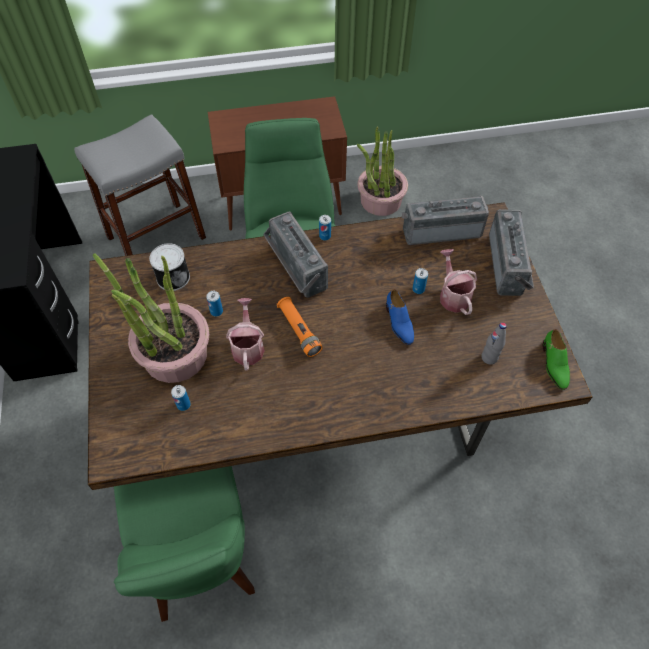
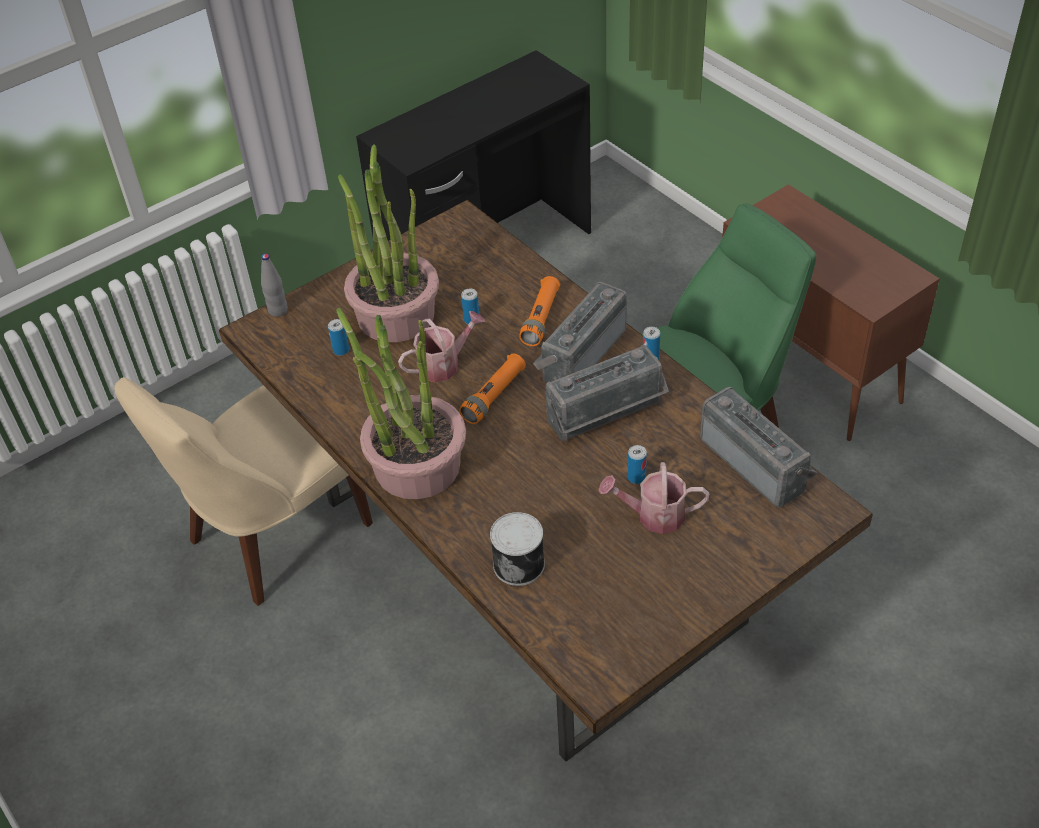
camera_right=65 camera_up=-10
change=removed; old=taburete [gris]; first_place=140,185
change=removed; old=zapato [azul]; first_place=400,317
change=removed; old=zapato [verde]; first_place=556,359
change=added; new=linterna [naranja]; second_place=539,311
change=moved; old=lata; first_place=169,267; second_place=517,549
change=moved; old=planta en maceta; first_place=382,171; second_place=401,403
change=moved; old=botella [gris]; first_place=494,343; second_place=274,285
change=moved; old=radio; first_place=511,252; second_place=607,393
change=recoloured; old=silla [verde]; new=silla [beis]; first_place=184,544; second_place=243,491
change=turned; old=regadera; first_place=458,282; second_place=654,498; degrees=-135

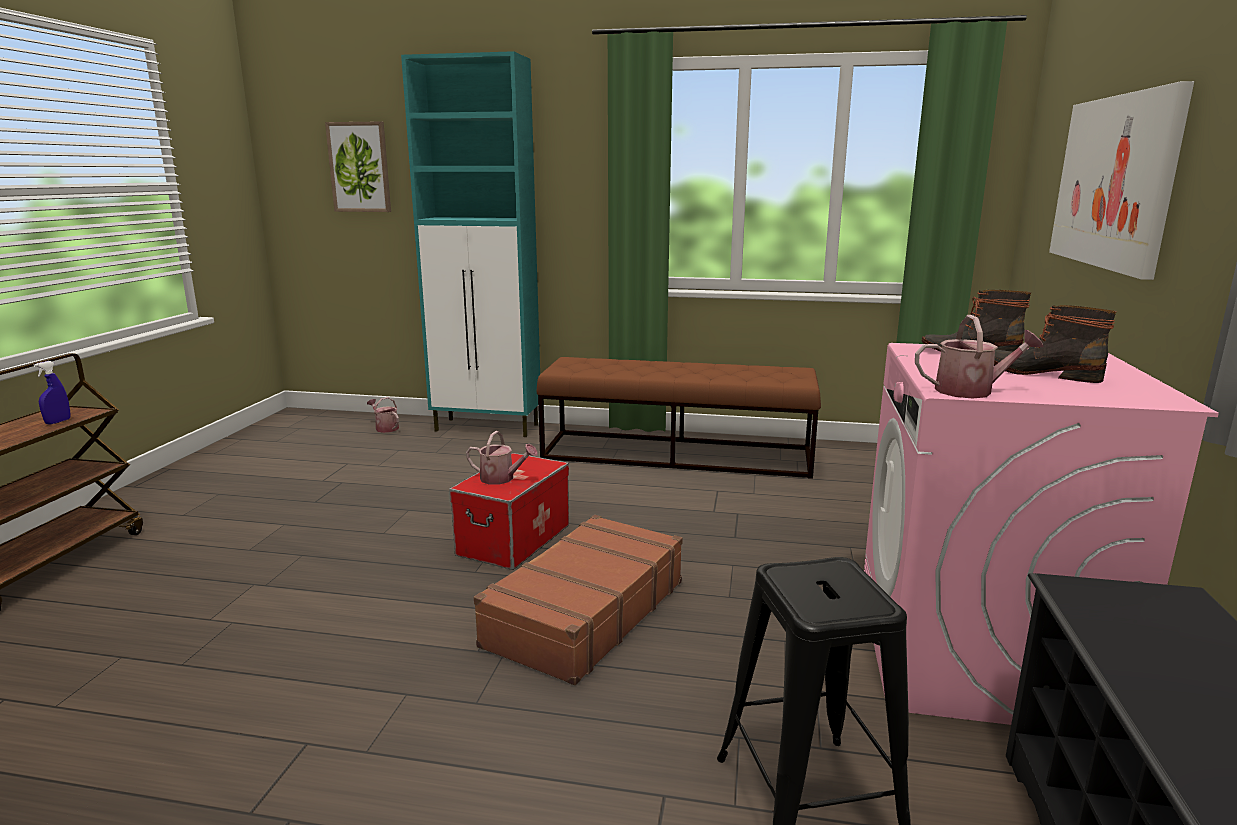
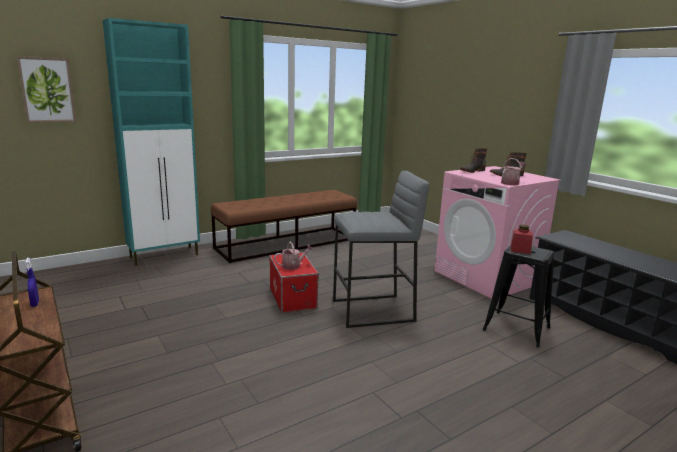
camera_right=-45 camera_up=0
change=removed; old=regadera; first_place=383,415
change=removed; old=cuadro; first_place=1121,180
change=added; new=tarro [rojo]; second_place=522,239
change=replaced; old=maleta [marrón]; new=taburete [gris]; first_place=578,600; second_place=381,249

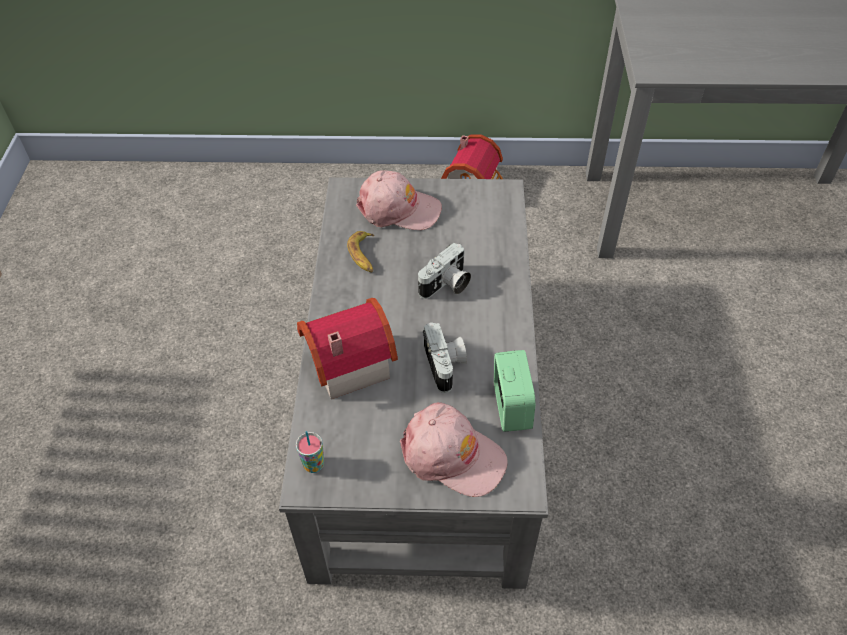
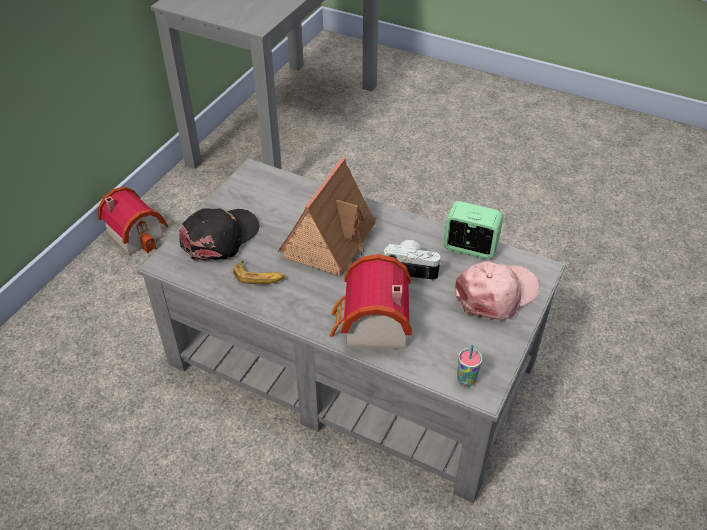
camera_right=-65 camera_up=-5
change=replaced; old=cámara; new=casita; first_place=444,271; second_place=327,216
change=recoloured; old=gorra [rosa]; new=gorra [negro]; first_place=399,200; second_place=219,234

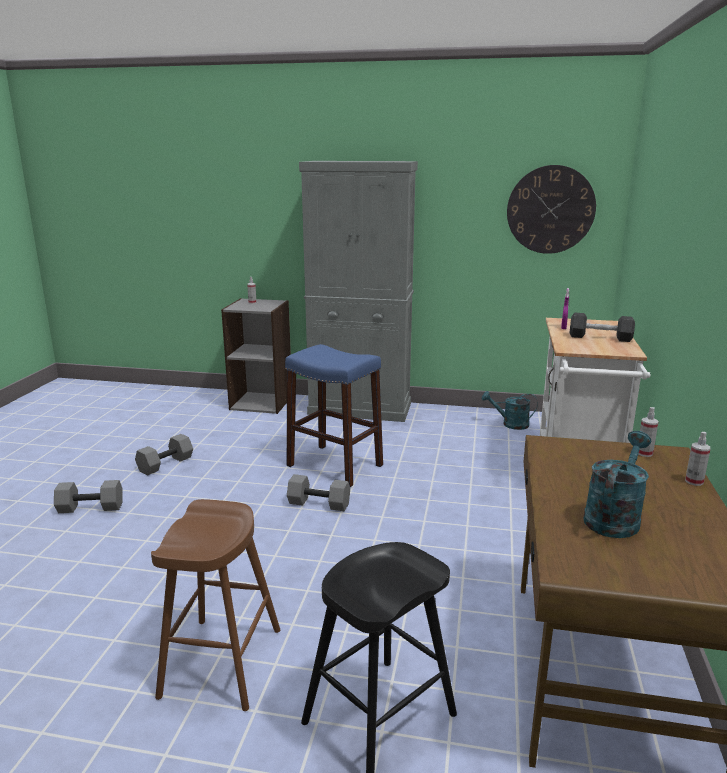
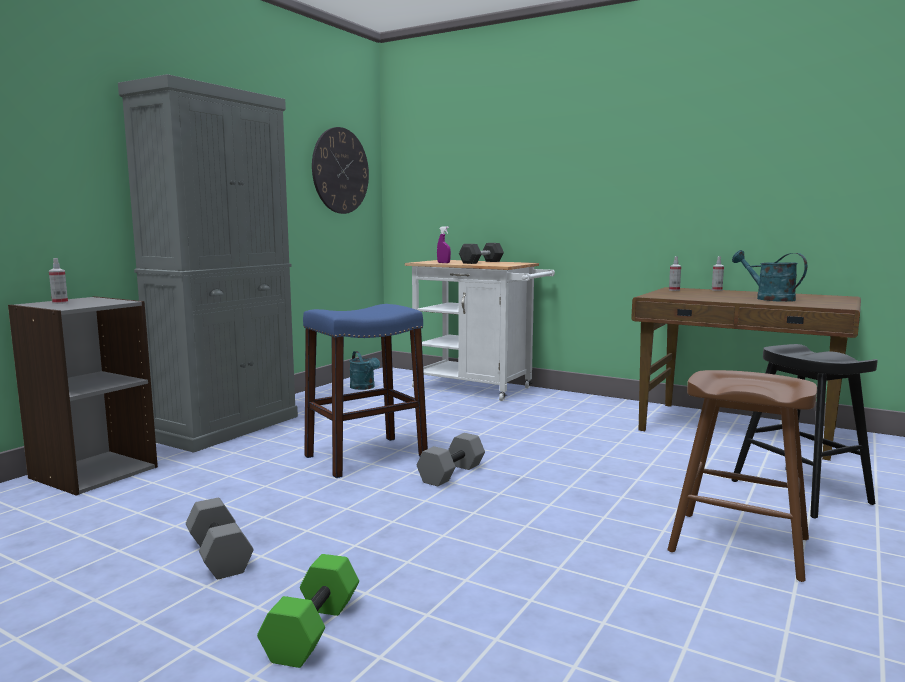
camera_right=-70 camera_up=-10
change=recoloured; old=mancuerna [gris]; new=mancuerna [verde]; first_place=88,496; second_place=308,611
change=turned; old=regadera [turquesa]; first_place=510,410; second_place=364,370; degrees=-60

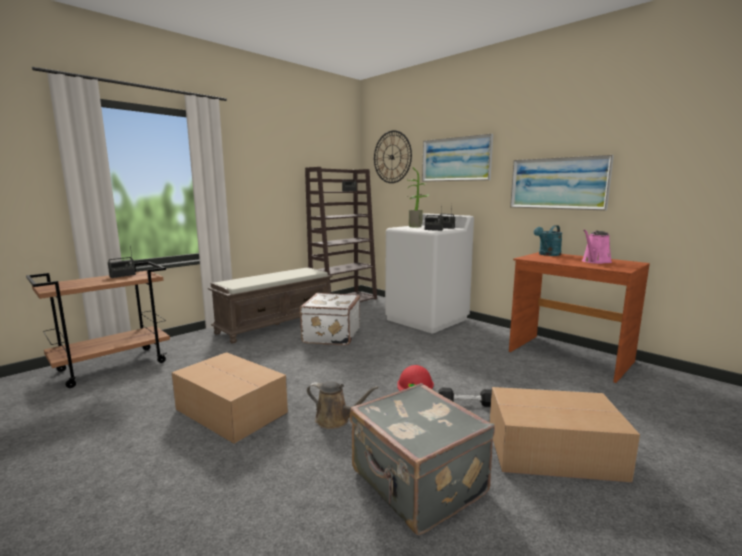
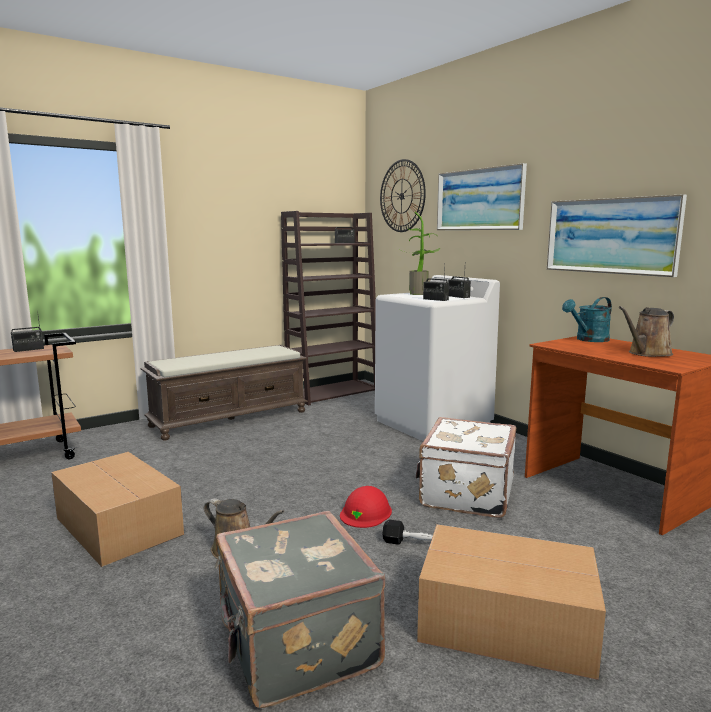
camera_right=10 camera_up=0
change=moved; old=maleta [blanco]; first_place=330,319; second_place=466,467
change=recoloured; old=regadera [rosa]; new=regadera [marrón]; first_place=597,247; second_place=646,331

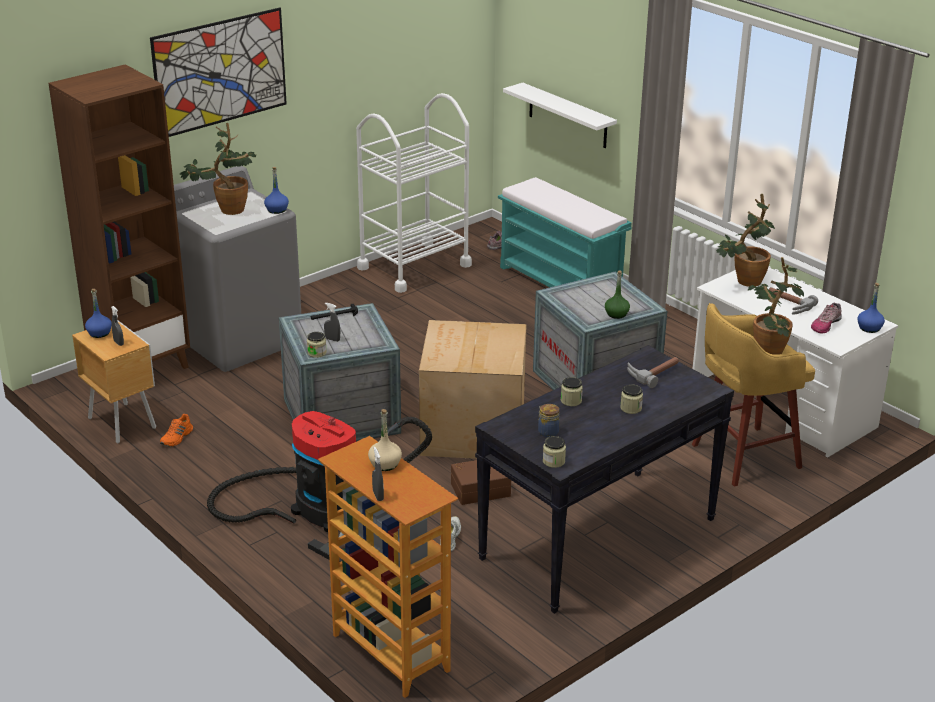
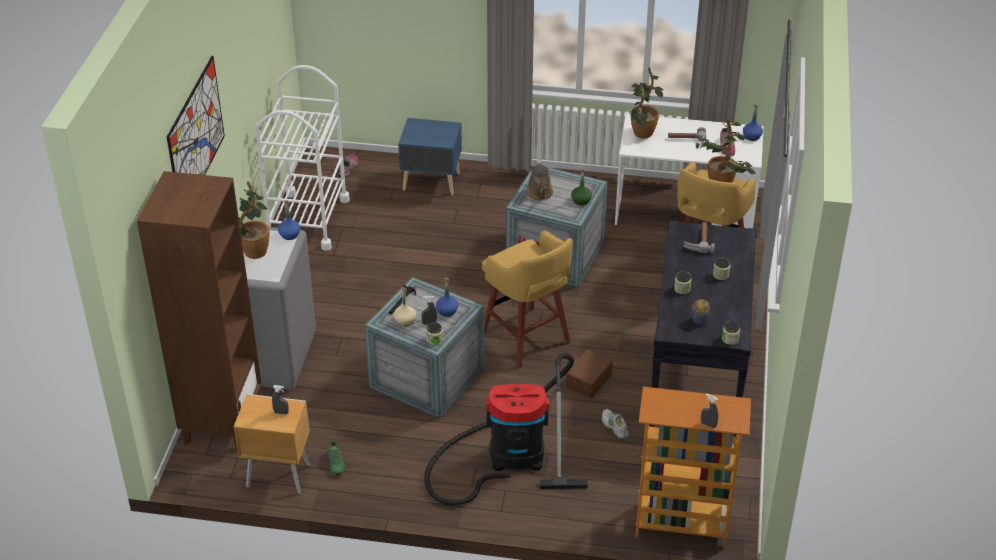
camera_right=-40 camera_up=10
change=removed; old=estante [blanco]; first_place=560,115
change=added; new=regadera [marrón]; second_place=539,180
change=moved; old=botella [azul]; first_place=98,313; second_place=447,297
change=moved; old=botella [beis]; first_place=385,440; second_place=405,306
change=replaced; old=caja de cartón; new=taburete [amarillo]; first_place=473,389; second_place=527,299
change=replaced; old=banco [turquesa]; new=mesita de noche [azul]; first_place=565,232; second_place=430,156
change=recoloured; old=zapato [naranja]; new=zapato [verde]; first_place=176,430; second_place=336,457

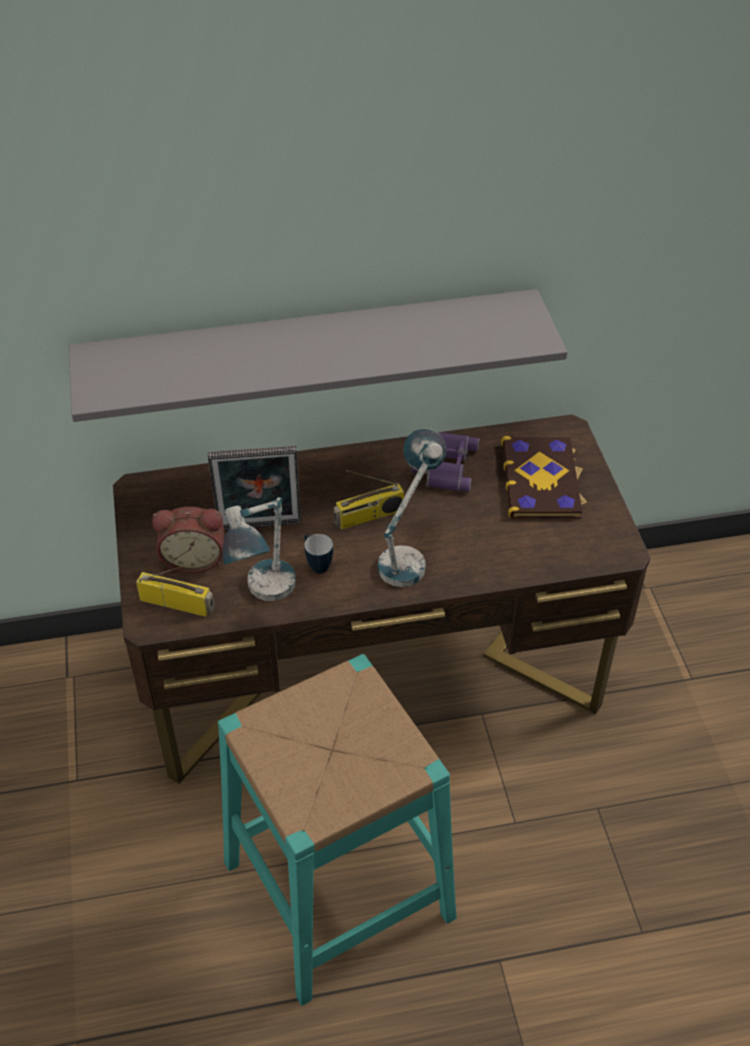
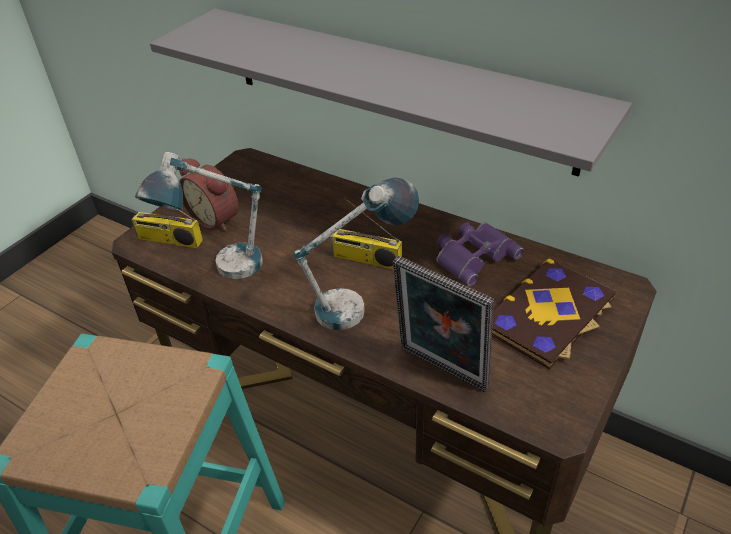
camera_right=45 camera_up=-5
change=removed; old=taza grande; first_place=318,554
change=moved; old=portarretratos; first_place=254,488; second_place=443,324
change=turned; old=radio; first_place=175,590; second_place=167,214; degrees=135

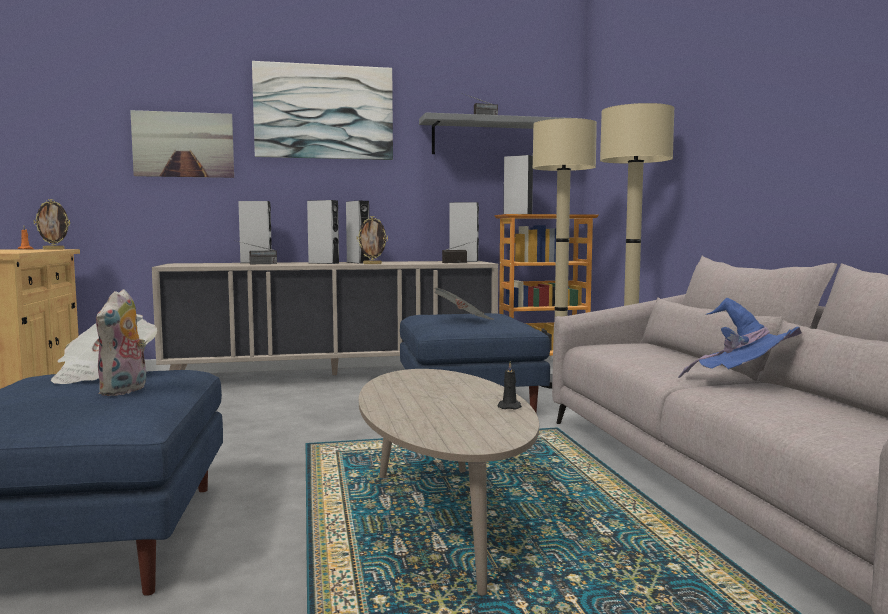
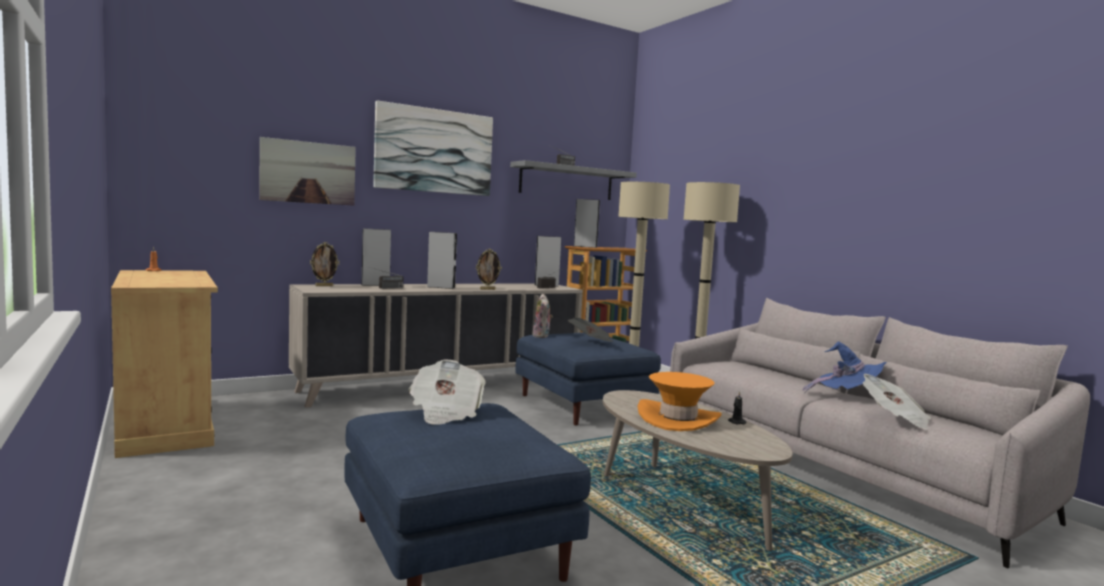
camera_right=-20 camera_up=0
change=removed; old=altavoz [gris]; first_place=358,232
change=added; new=sombrero [naranja]; second_place=679,401
change=added; new=periódico; second_place=897,402
change=moved; old=portarretratos; first_place=52,224; second_place=325,264
change=moved; old=peluche; first_place=121,342; second_place=543,316

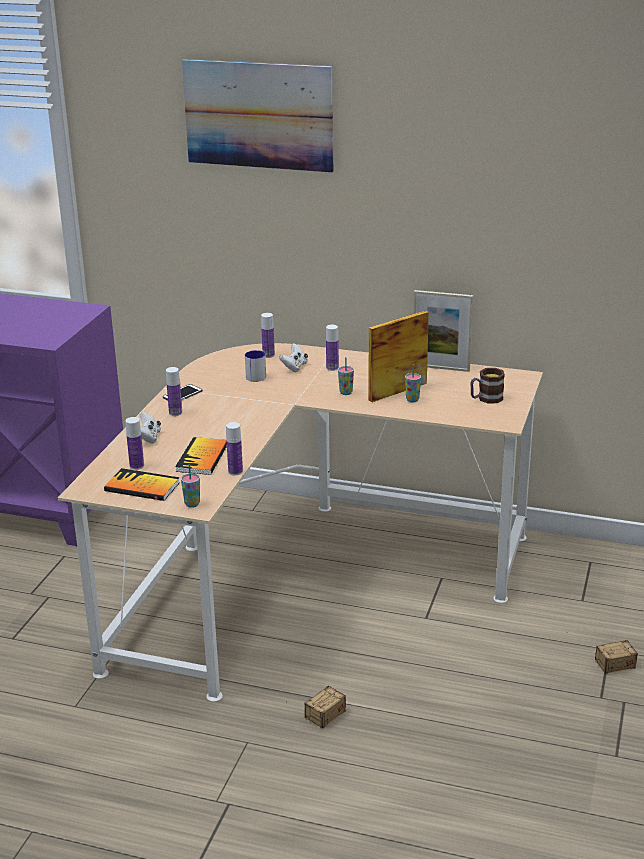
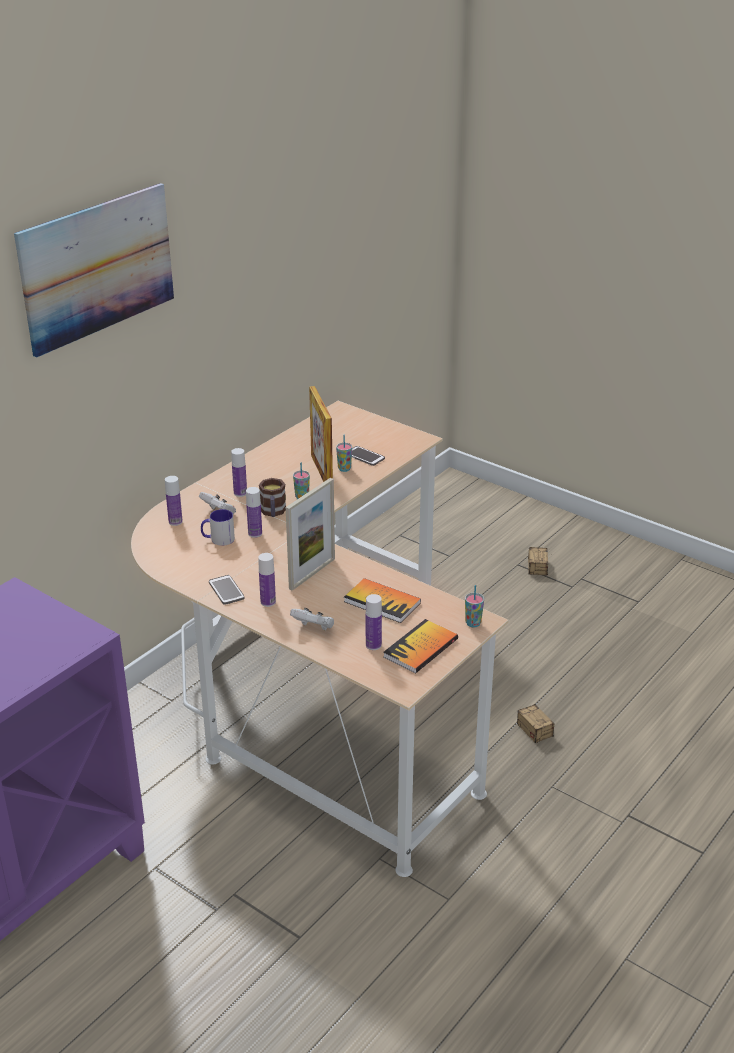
camera_right=-70 camera_up=5
change=added; new=móvil; second_place=368,456
change=moved; old=botella; first_place=234,448; second_place=254,512
change=moved; old=portarretratos; first_place=443,331; second_place=310,534
change=moved; old=taza grande; first_place=487,386; second_place=272,497

